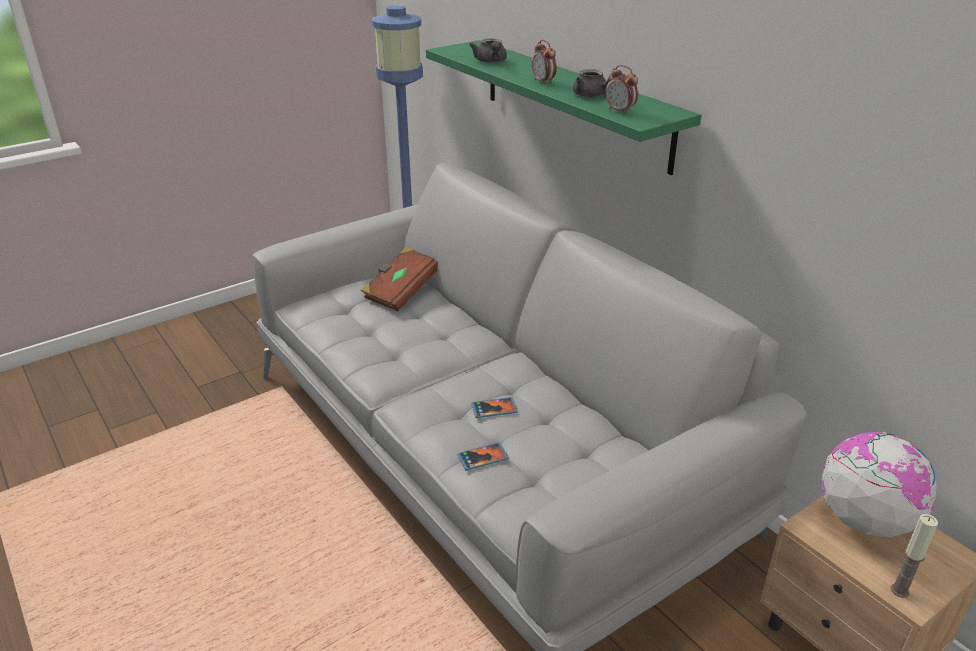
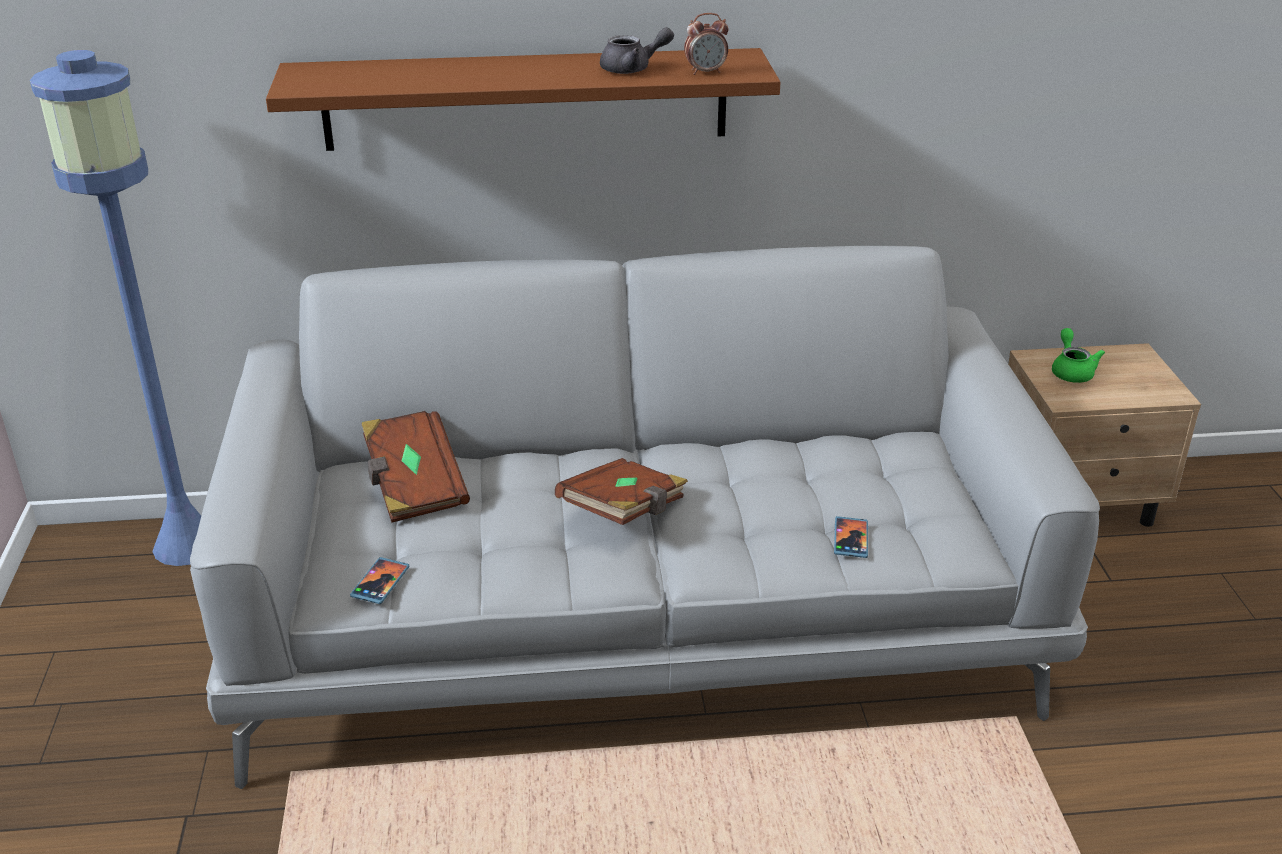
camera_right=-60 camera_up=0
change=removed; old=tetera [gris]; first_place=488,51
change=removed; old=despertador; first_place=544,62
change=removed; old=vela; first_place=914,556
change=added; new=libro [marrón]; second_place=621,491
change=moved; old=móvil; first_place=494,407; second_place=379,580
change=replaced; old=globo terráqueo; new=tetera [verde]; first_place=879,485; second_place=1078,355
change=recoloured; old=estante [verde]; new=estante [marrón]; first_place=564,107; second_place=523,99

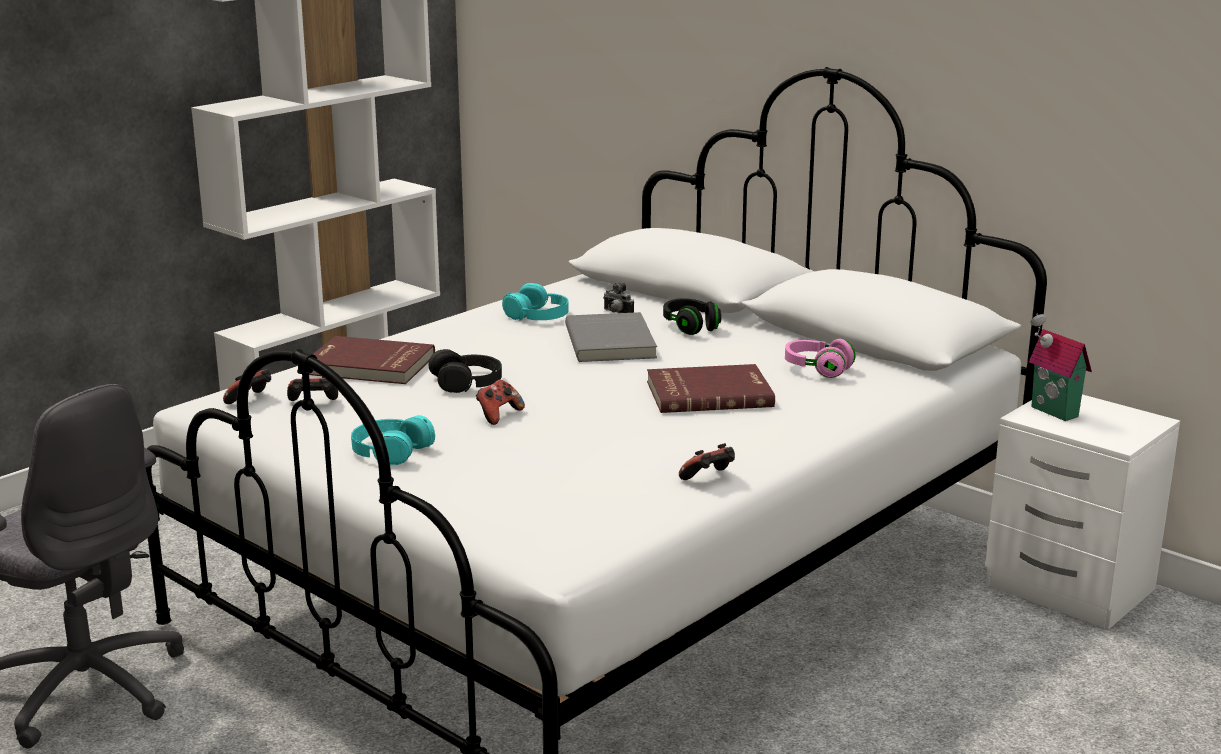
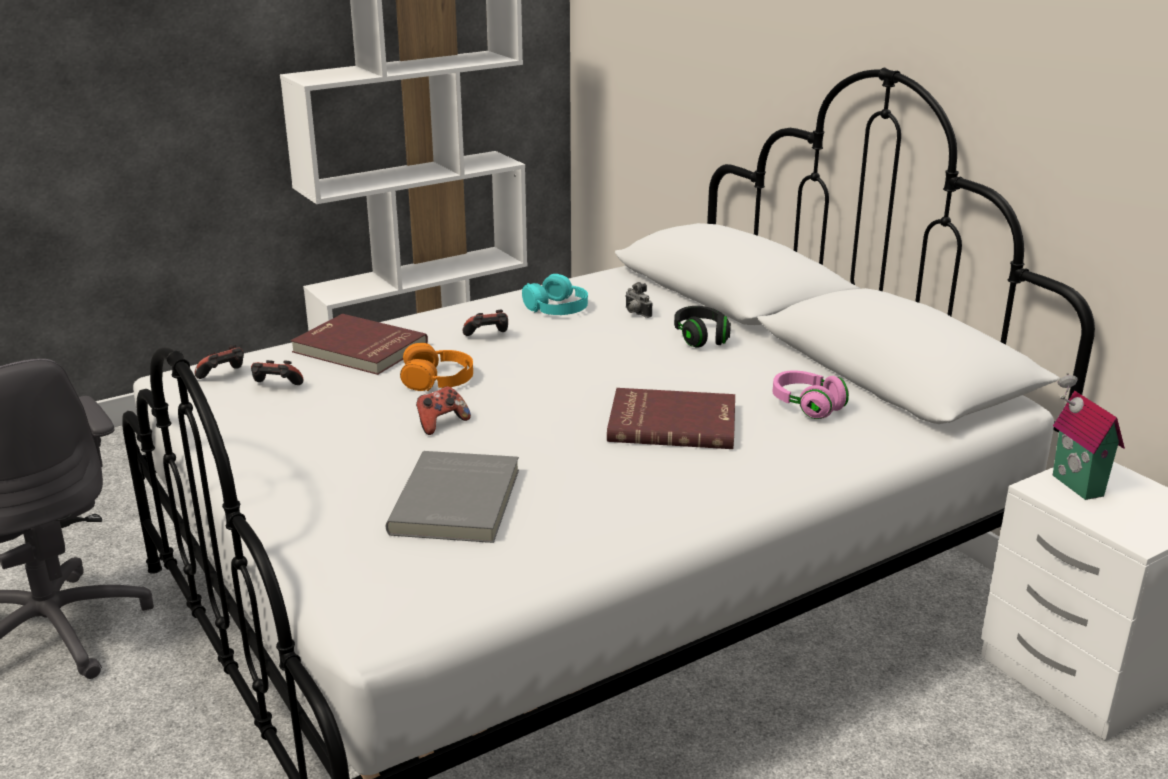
camera_right=15 camera_up=5
change=removed; old=auriculares [turquesa]; first_place=393,440
change=moved; old=libro [gris]; first_place=611,337; second_place=452,497
change=moved; old=mando de consola; first_place=707,461; second_place=485,323
change=recoloured; old=auriculares [negro]; new=auriculares [naranja]; first_place=465,371; second_place=436,367

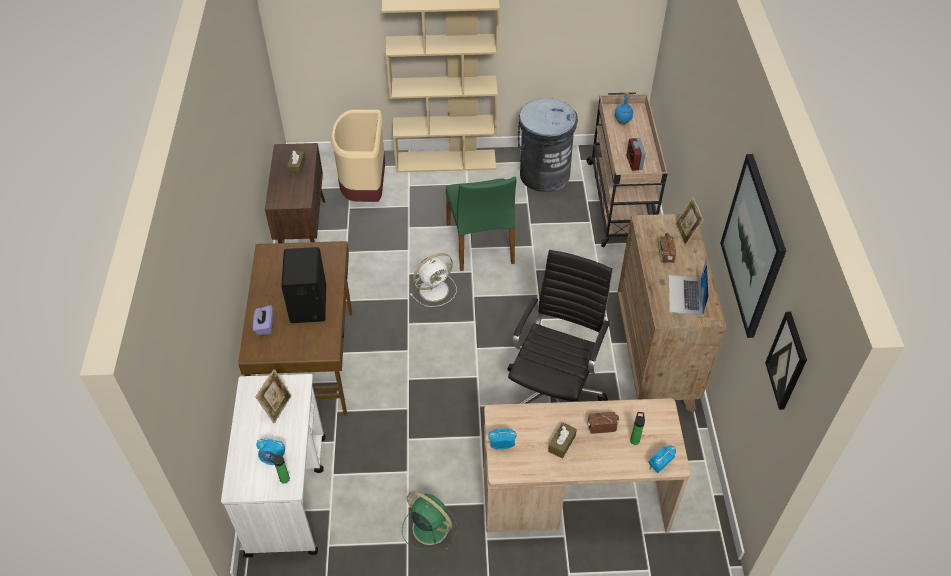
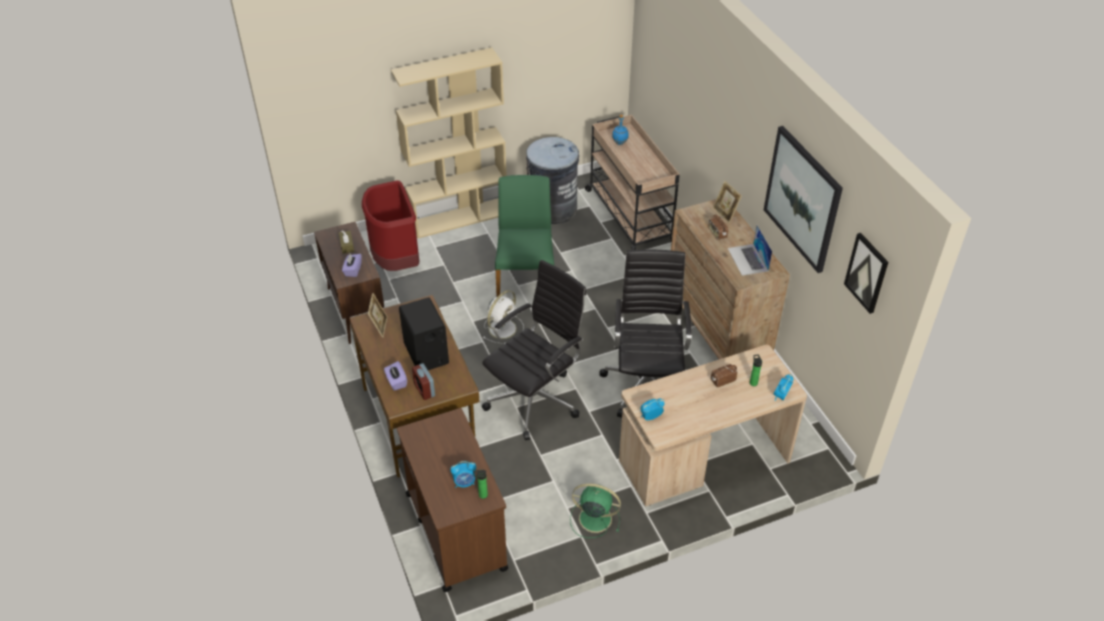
camera_right=-20 camera_up=-5
change=removed; old=caja de pañuelos [marrón]; first_place=562,440
change=added; new=caja de pañuelos [morado]; second_place=352,265
change=added; new=silla de oficina [negro]; second_place=534,350
change=moved; old=portarretratos; first_place=273,396; second_place=377,315
change=moved; old=despertador; first_place=636,154; second_place=423,381
change=recoloured; old=carrito [blanco]; new=carrito [marrón]; first_place=273,466; second_place=453,500
change=recoloured; old=papelera [beis]; new=papelera [rojo]; first_place=357,156; second_place=390,225
change=turned; old=silla [verde]; first_place=481,224; second_place=524,236; degrees=-150

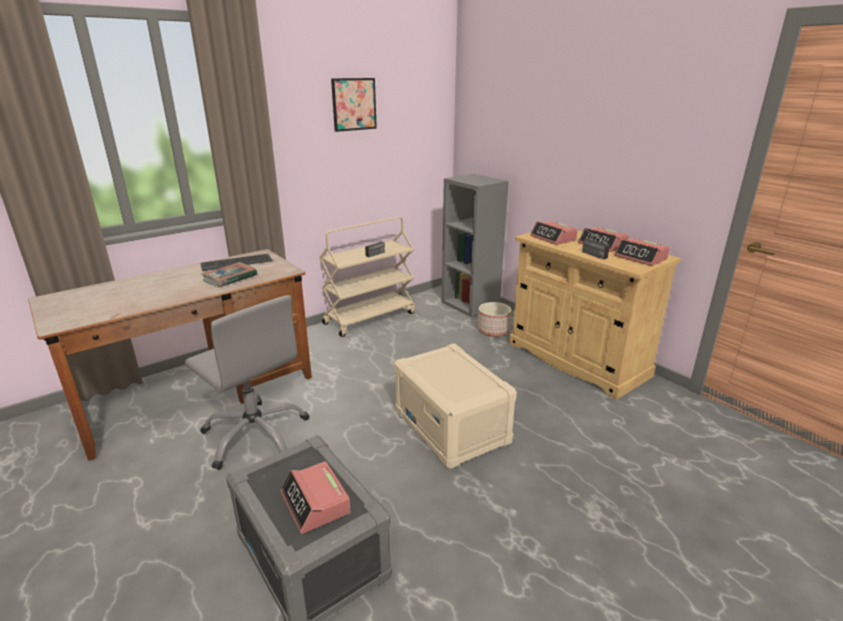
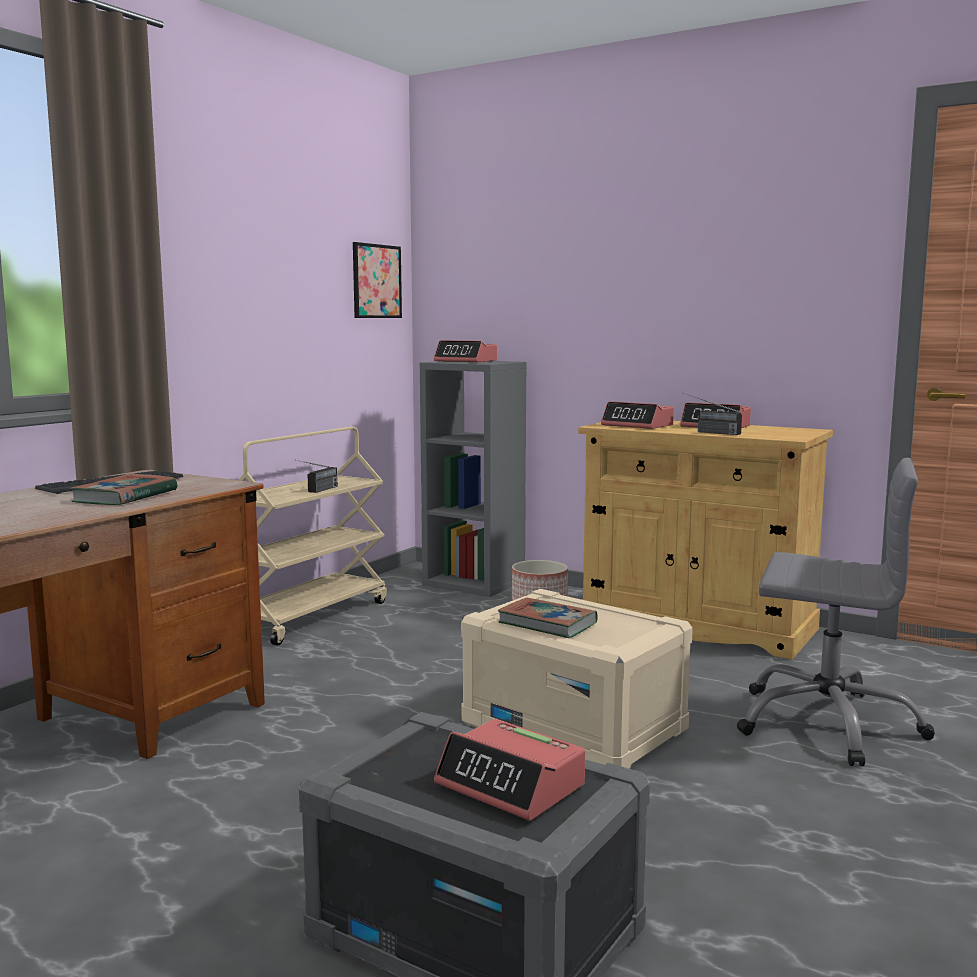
camera_right=-20 camera_up=-15
change=added; new=libro; second_place=547,618
change=moved; old=silla de oficina [gris]; first_place=247,382; second_place=836,612
change=moved; old=cuadro; first_place=354,105; second_place=377,280
change=moved; old=despertador; first_place=642,252; second_place=465,351

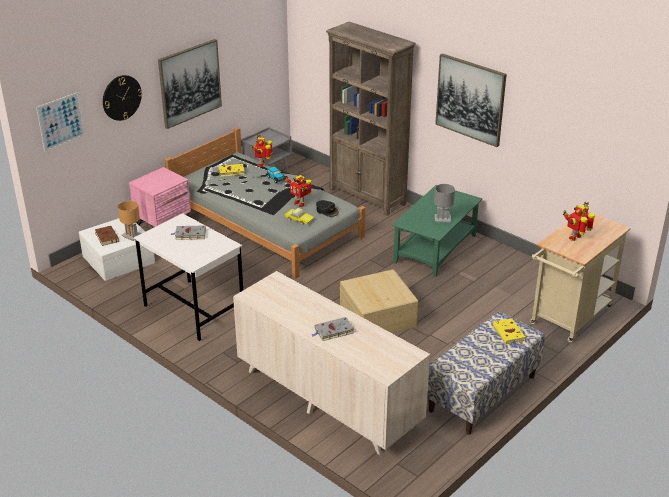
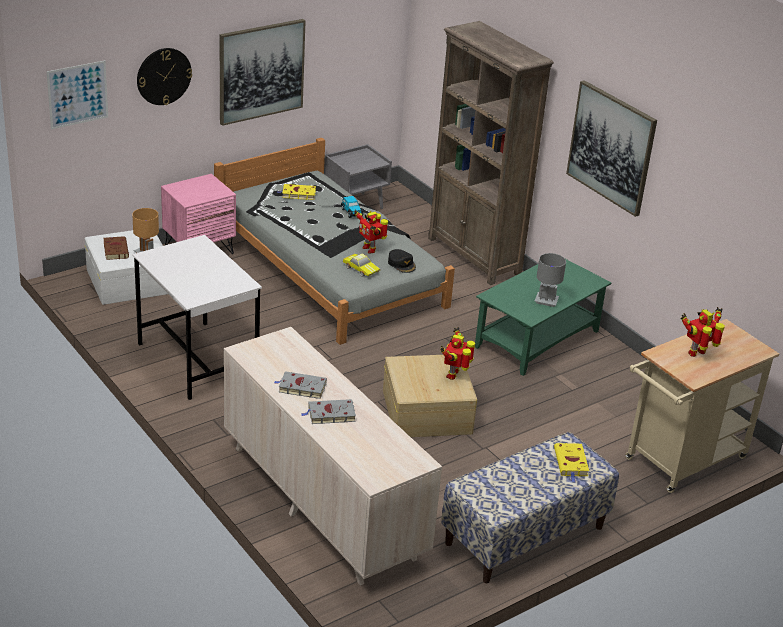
camera_right=10 camera_up=0
change=moved; old=libro [gris]; first_place=188,232; second_place=300,385
change=moved; old=robot de juguete; first_place=262,150; second_place=457,353

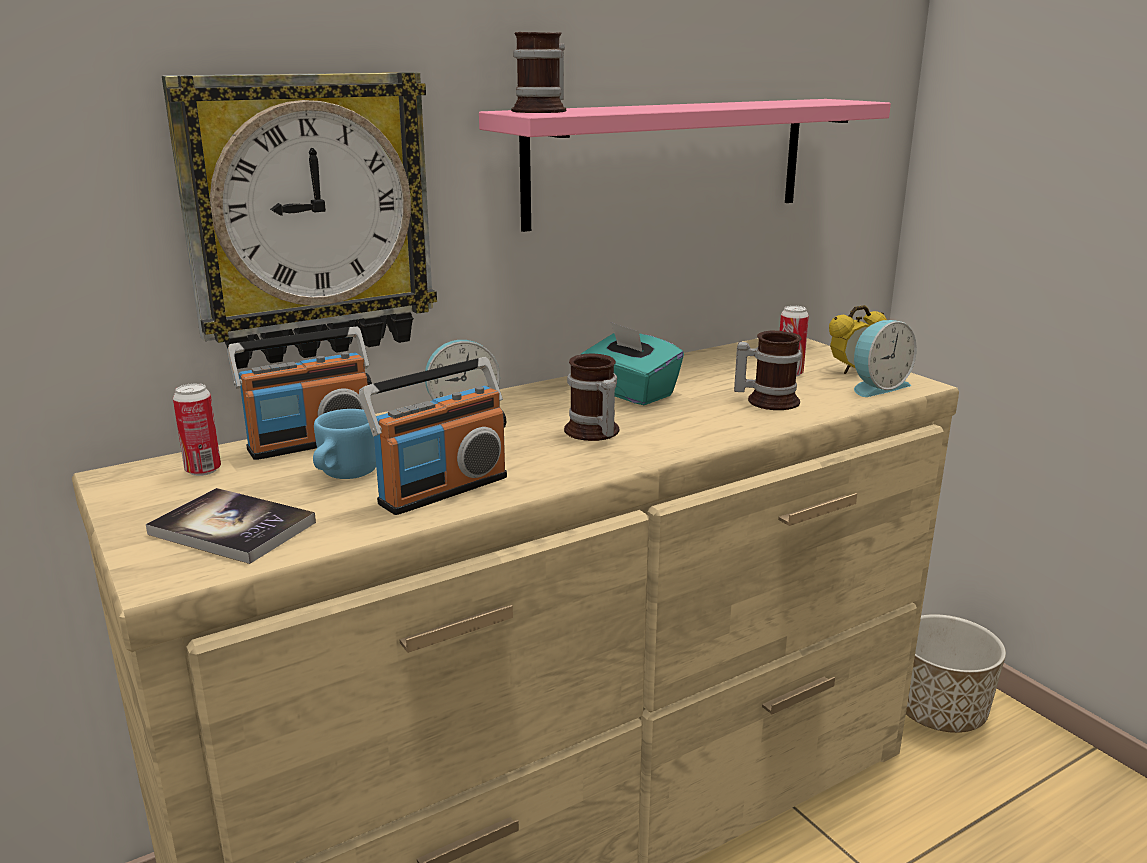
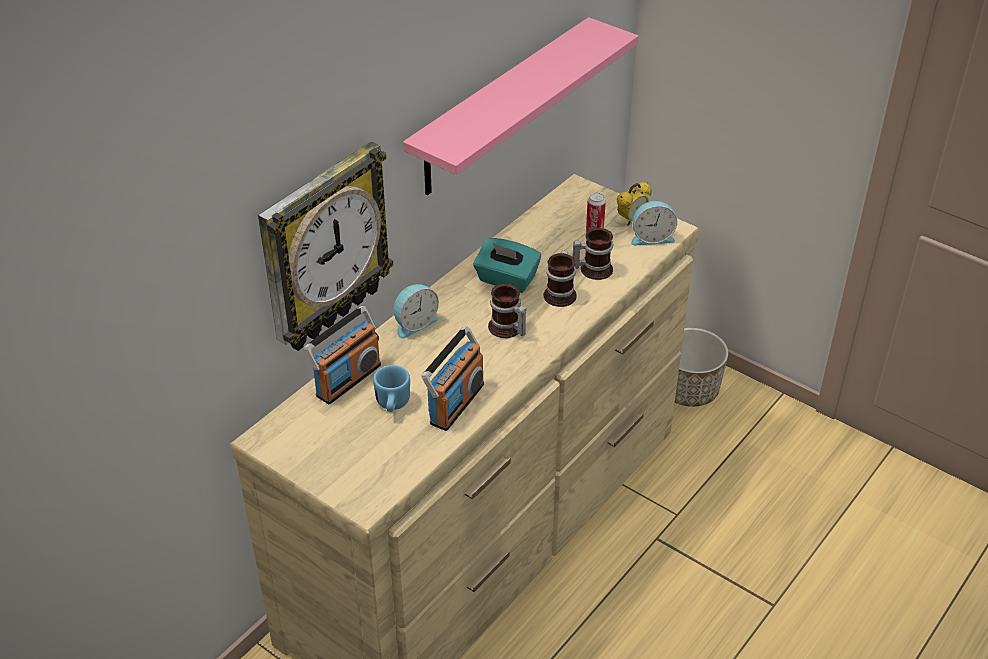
camera_right=-20 camera_up=20
change=removed; old=libro; first_place=231,526
change=removed; old=lata; first_place=197,429
change=moved; old=taza grande; first_place=538,72; second_place=560,279
change=turned; old=despertador; first_place=885,358; second_place=654,223; degrees=45

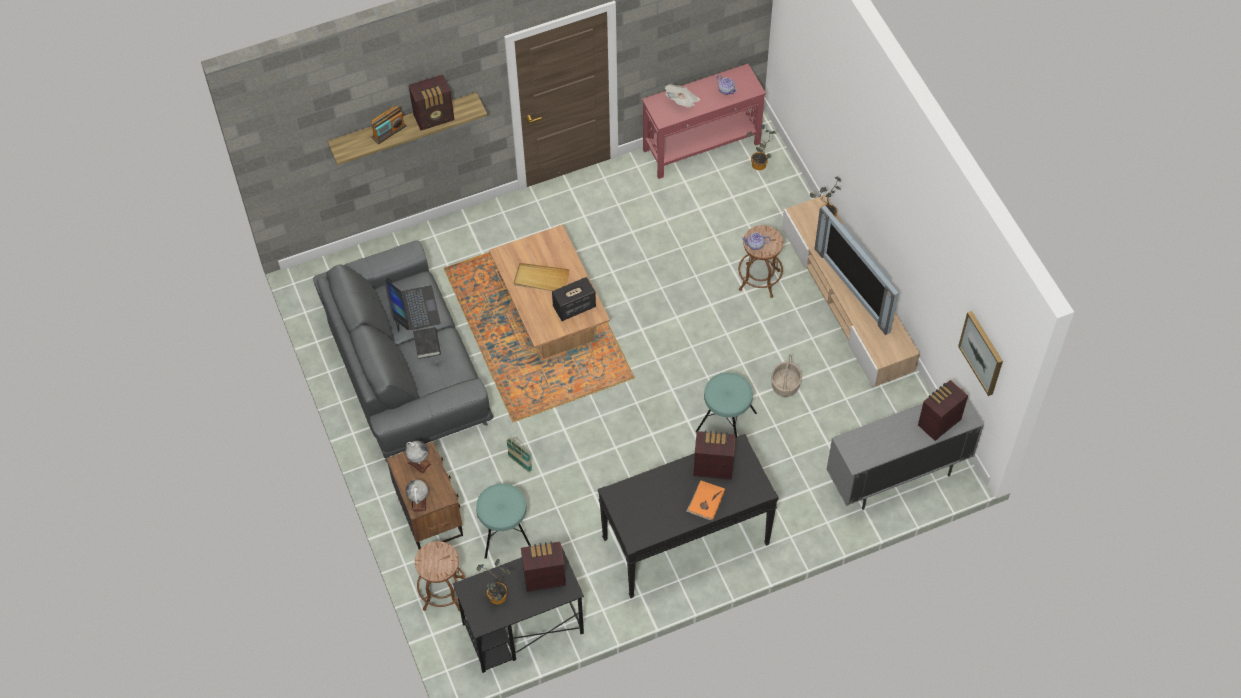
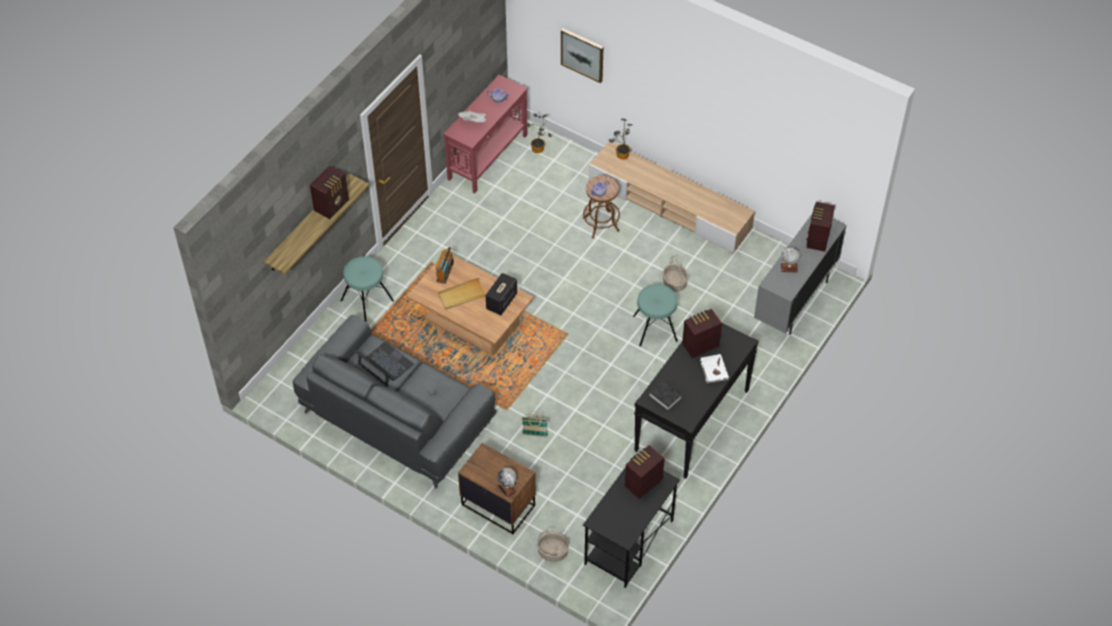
camera_right=-35 camera_up=-5
change=removed; old=planta en maceta; first_place=494,581
change=removed; old=televisor; first_place=857,270
change=moved; old=radio; first_place=388,125; second_place=444,265
change=moved; old=globo terráqueo; first_place=419,457; second_place=790,260
change=moved; old=libro [negro]; first_place=427,343; second_place=665,395
change=moved; old=taburete [turquesa]; first_place=503,521; second_place=367,289
change=moved; old=cuadro; first_place=980,353; second_place=582,55
change=replaced; old=taburete [marrón]; new=cesta; first_place=440,576; second_place=553,546
change=recoloured; old=libro [naranja]; new=libro [blanco]; first_place=705,501; second_place=714,368

